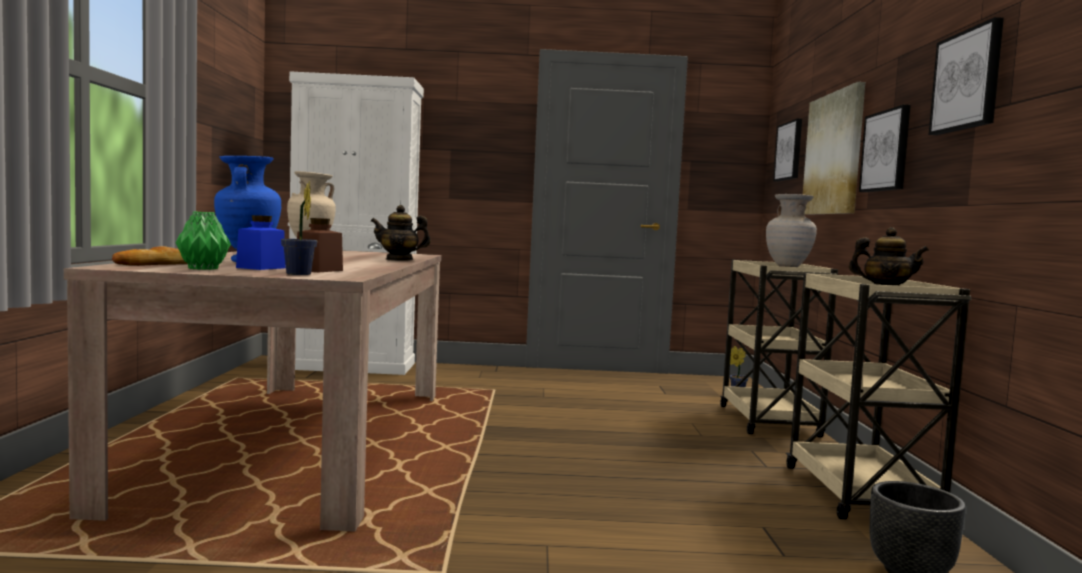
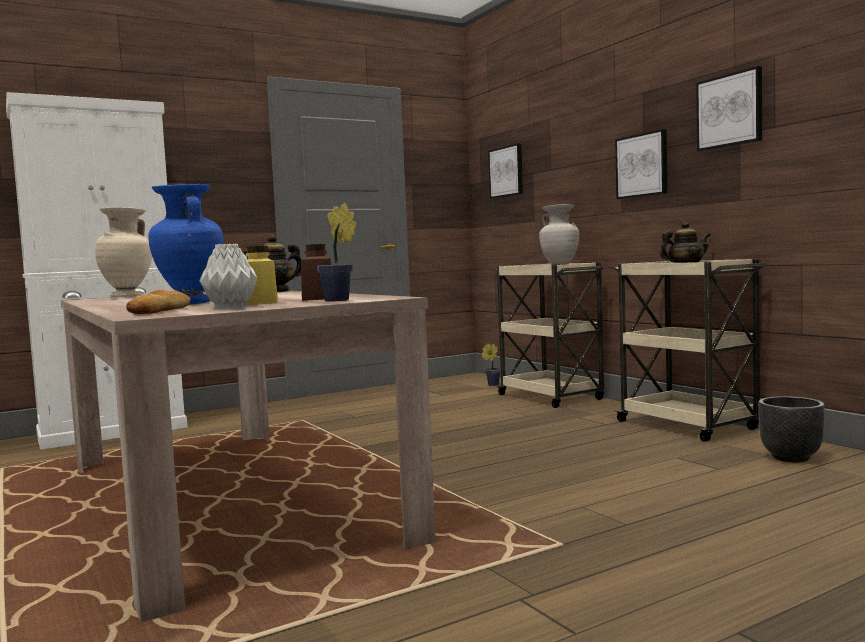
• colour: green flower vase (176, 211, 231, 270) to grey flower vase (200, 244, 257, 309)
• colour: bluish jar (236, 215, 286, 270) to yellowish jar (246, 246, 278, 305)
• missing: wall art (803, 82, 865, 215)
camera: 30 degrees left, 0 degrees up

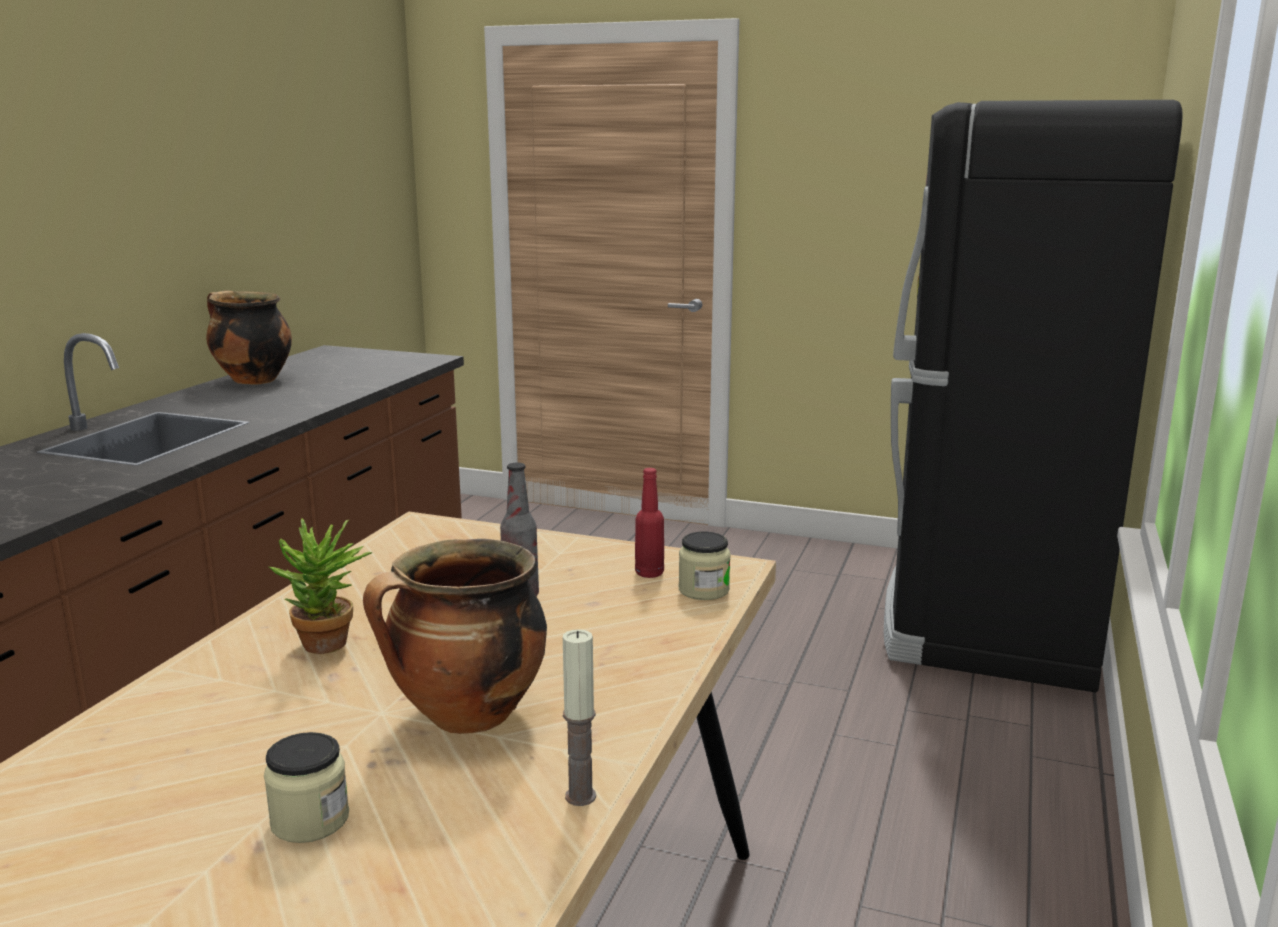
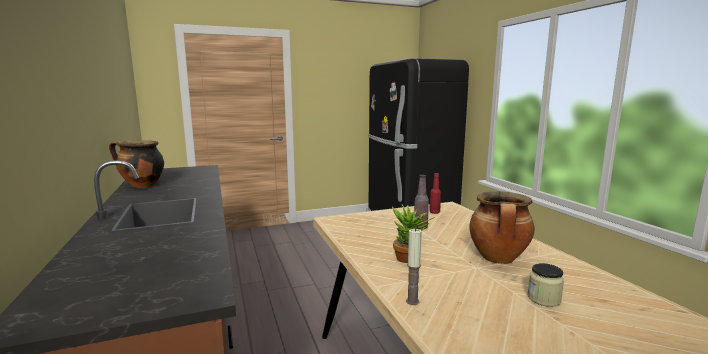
• relocated: wax light (563, 629, 596, 806) to (406, 229, 422, 305)
• missing: jar (679, 532, 731, 600)
camera: 40 degrees left, 5 degrees down

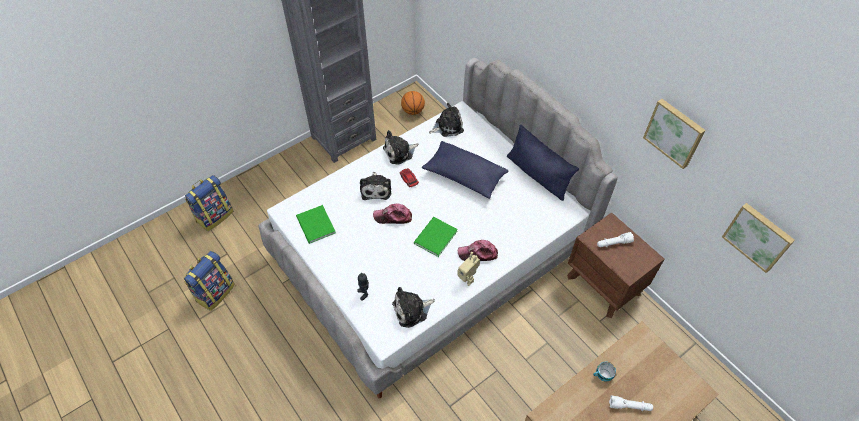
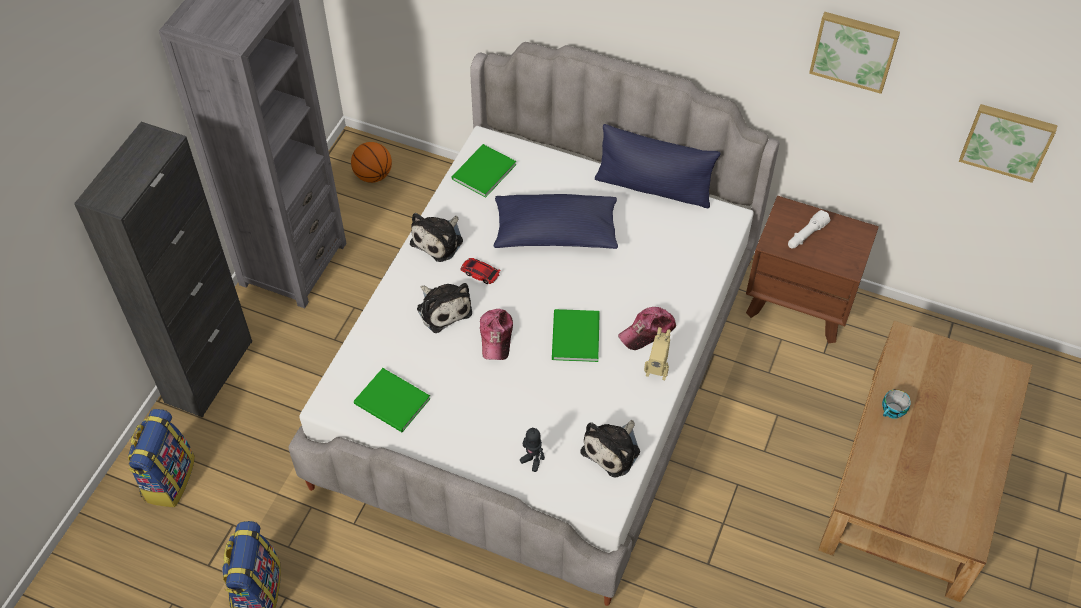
• spun: peaked cap (373, 203, 412, 224) = (480, 309, 513, 360) 60 degrees counterclockwise
• exchanged: plush toy (429, 103, 464, 137) to green volume (451, 144, 516, 198)
• missing: whitish torch (609, 395, 653, 411)
• appeared: black-coloured storage cabinet (74, 122, 252, 418)
camera: 30 degrees left, 0 degrees up

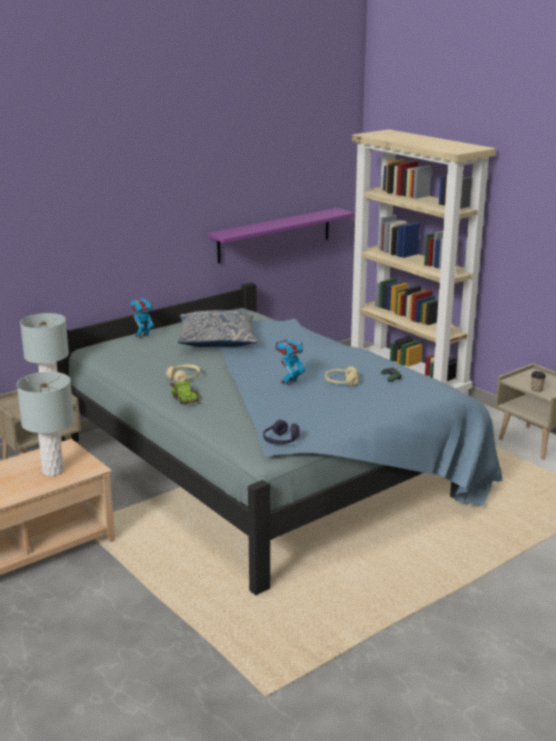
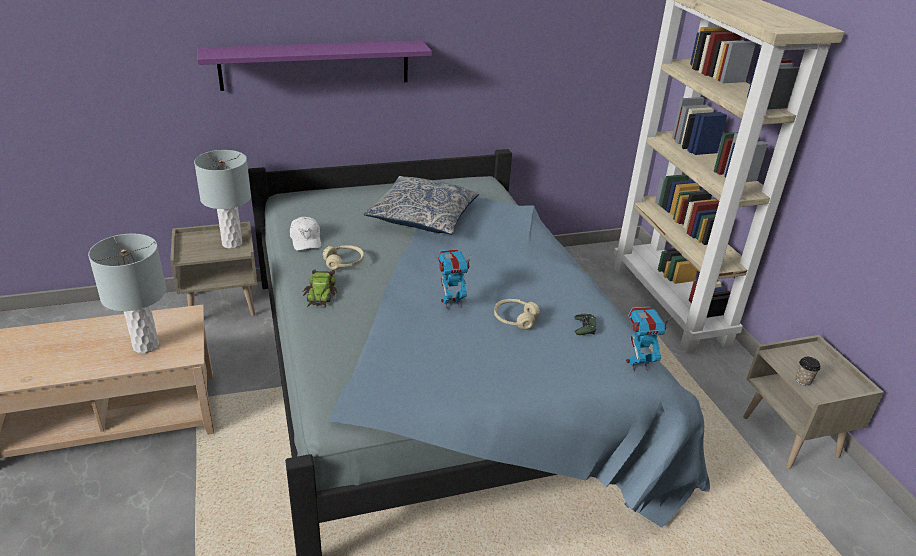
• relocated: robot figure (129, 296, 154, 339) to (626, 307, 672, 372)
• relocated: purple-coloured bracket shelf (207, 208, 355, 263) to (197, 40, 432, 91)
• missing: purple-coloured headset (263, 420, 300, 445)
• appeared: whitish peaked cap (290, 217, 321, 250)
camera: 20 degrees right, 10 degrees up

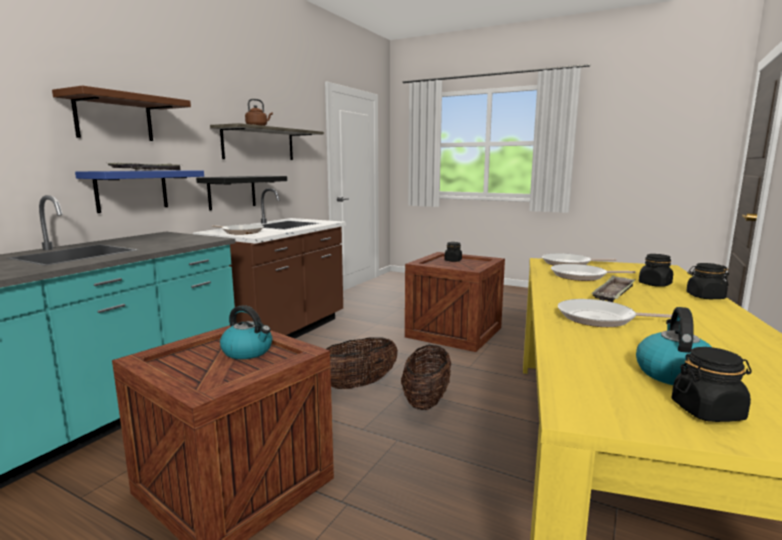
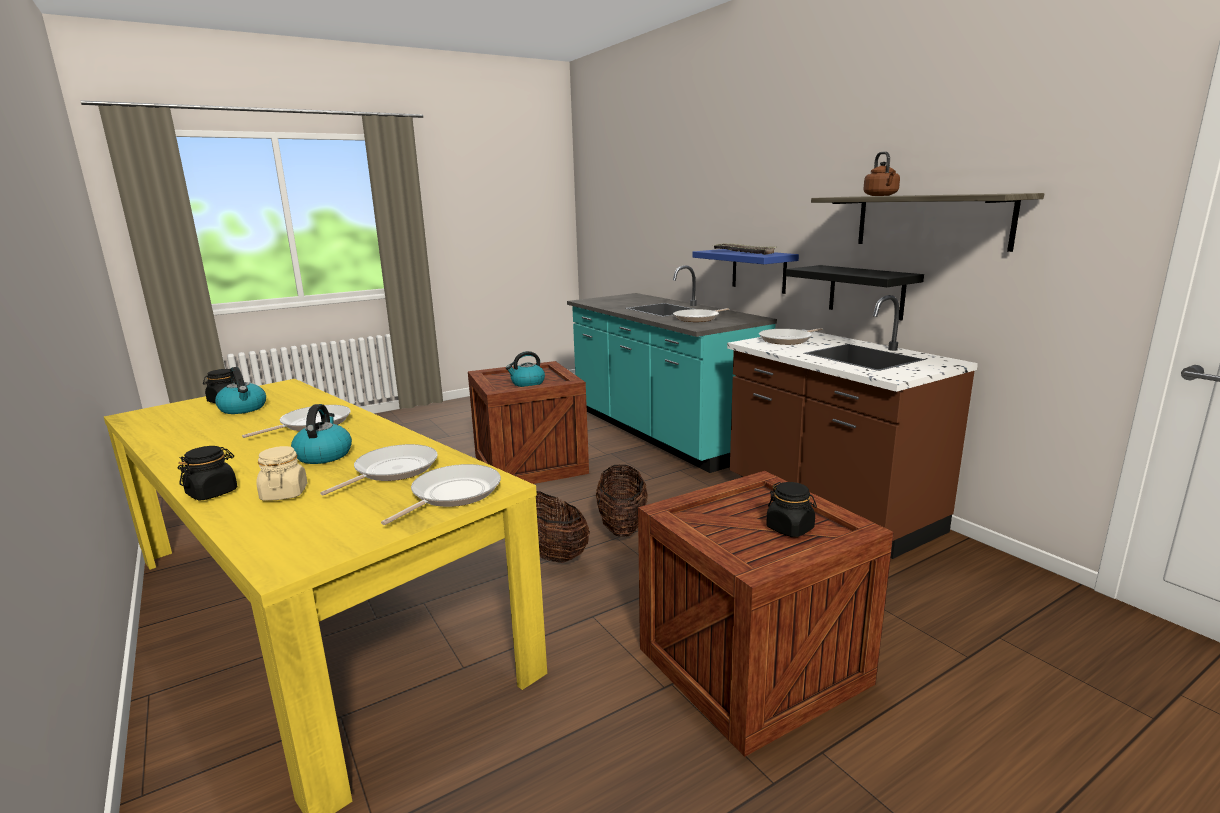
• missing: brownish bracket shelf (52, 86, 191, 141)
• exchanged: carrying tray (591, 275, 635, 302) to water kettle (291, 404, 352, 464)
• colour: black-coloured jar (639, 254, 673, 287) to beige jar (256, 446, 308, 501)
• appeared: pan (673, 308, 729, 322)
camera: 120 degrees right, 5 degrees up

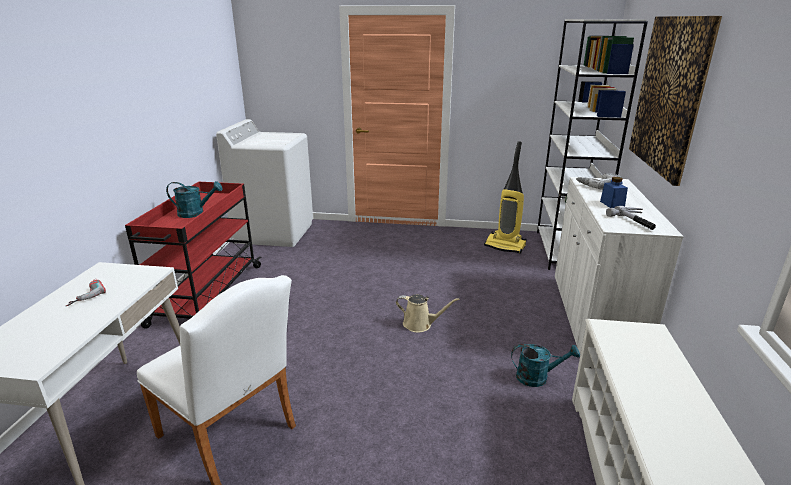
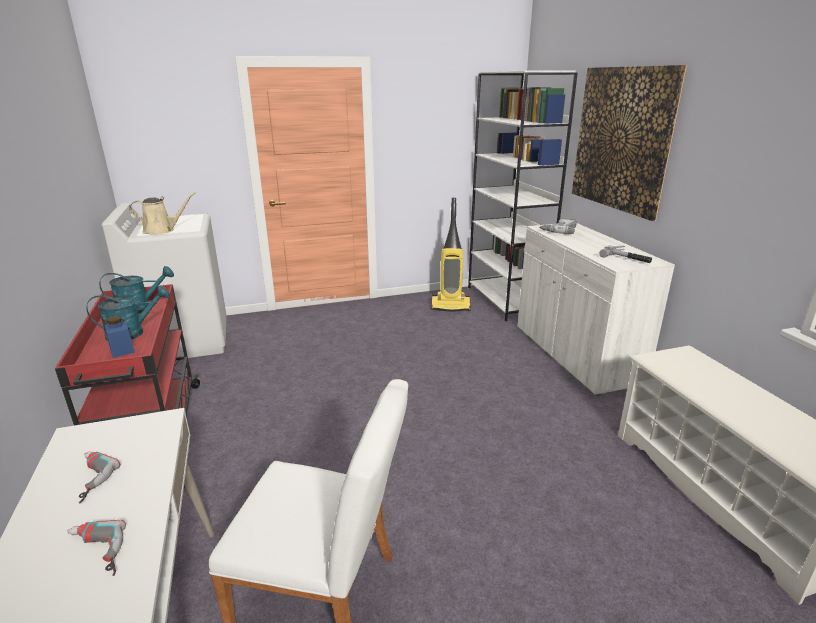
• relocated: beige watering can (396, 294, 459, 332) to (129, 192, 195, 235)
• relocated: turquoise-coloured watering can (511, 344, 580, 387) to (99, 266, 174, 314)
• relocated: bluish jar (600, 177, 628, 208) to (105, 316, 135, 358)
• appeared: electric drill (67, 520, 126, 576)
camera: 25 degrees left, 0 degrees up

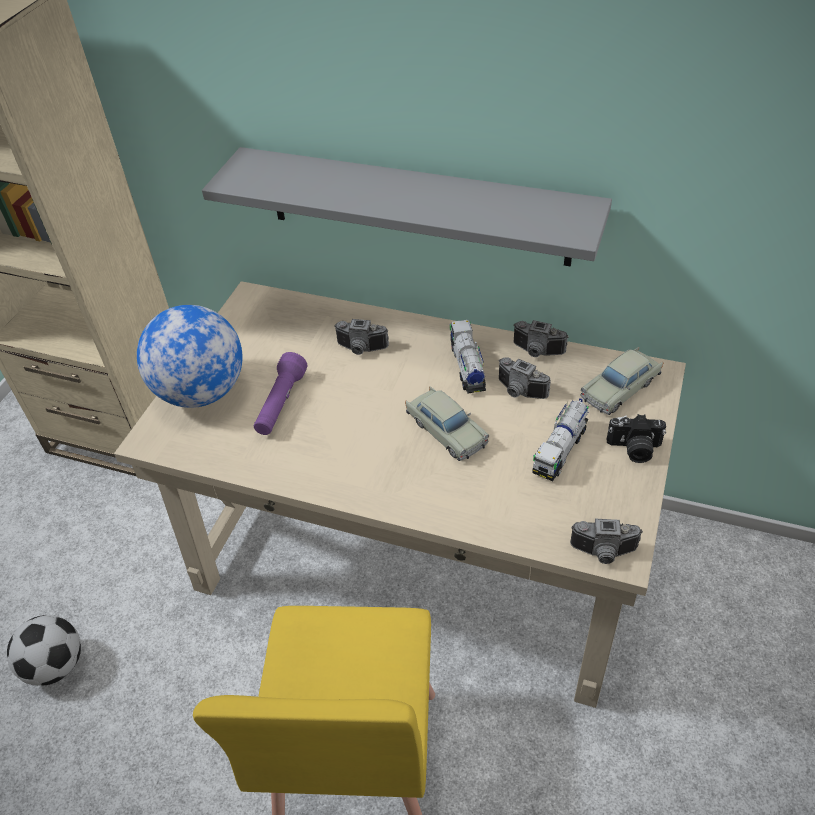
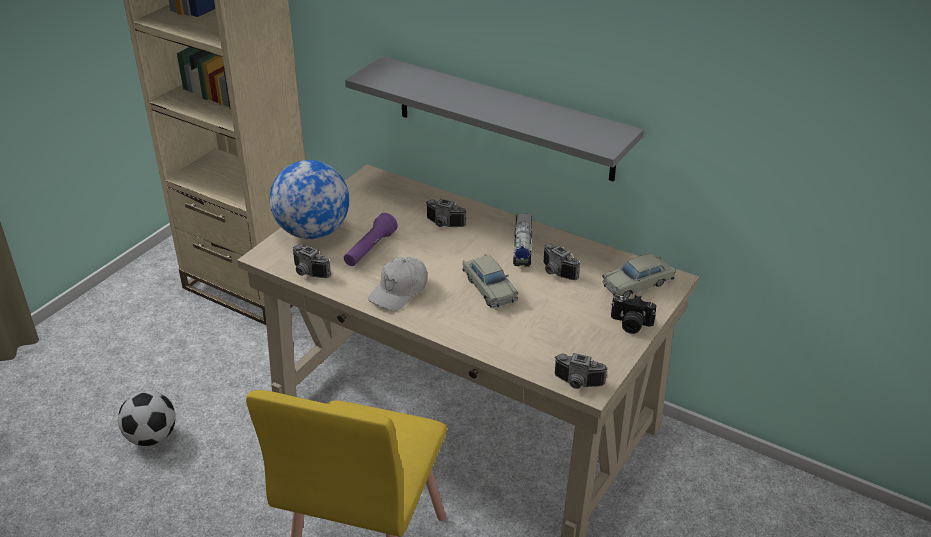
• relocated: still camera (513, 320, 568, 357) to (293, 245, 331, 278)
• missing: model truck (532, 398, 589, 481)
• appeared: whitish peaked cap (368, 257, 427, 311)
camera: 10 degrees right, 10 degrees down

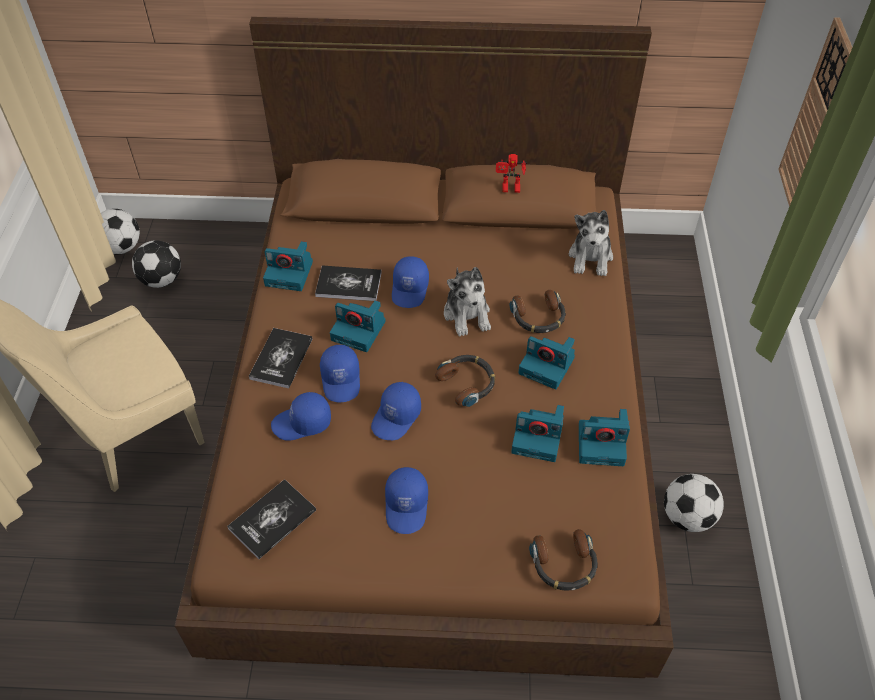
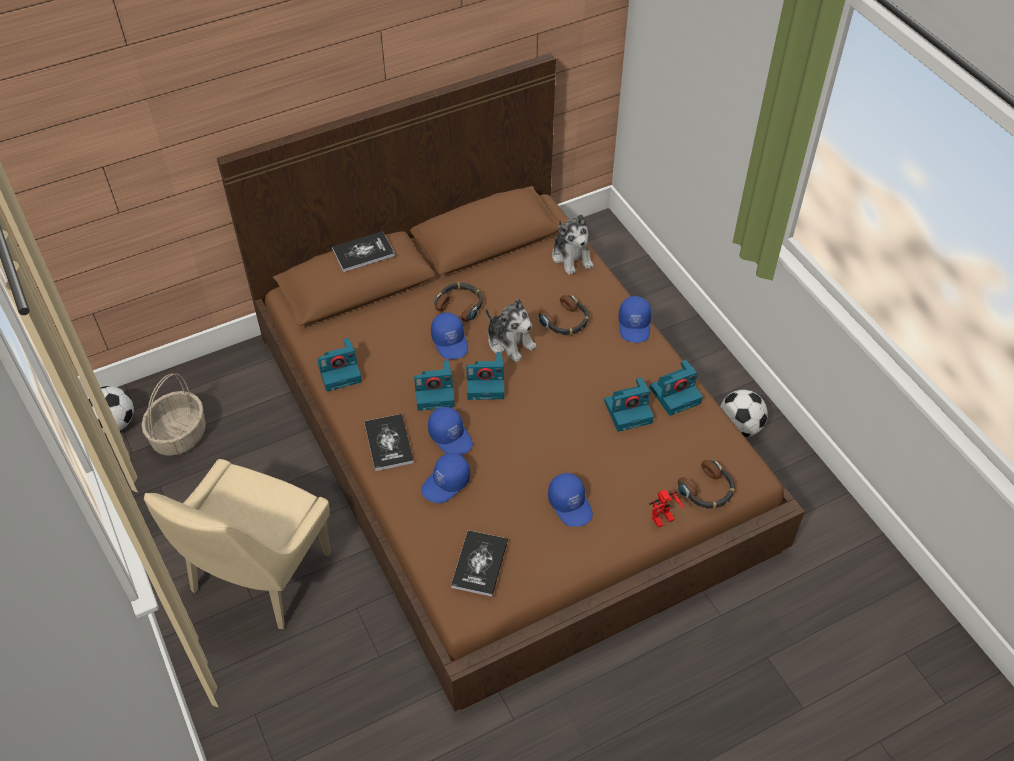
• exchanged: ball for football (132, 240, 181, 288) to storage basket (141, 373, 206, 456)
• relocated: volume (315, 265, 382, 301) to (332, 231, 395, 272)
• relocated: bluish peaked cap (371, 382, 421, 440) to (619, 296, 651, 343)
• relocated: headset (435, 355, 495, 407) to (434, 282, 483, 321)
• relocated: robot figure (496, 154, 527, 193) to (649, 490, 684, 528)
• relocated: still camera (518, 336, 575, 389) to (466, 352, 504, 400)
• missing: hanging clock (778, 17, 852, 206)
camera: 30 degrees left, 0 degrees up

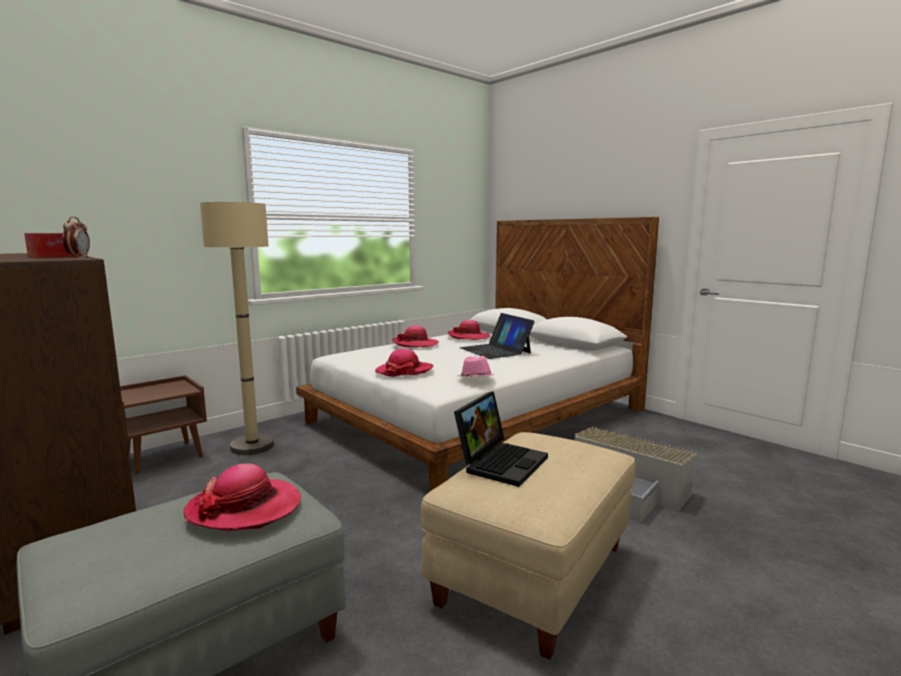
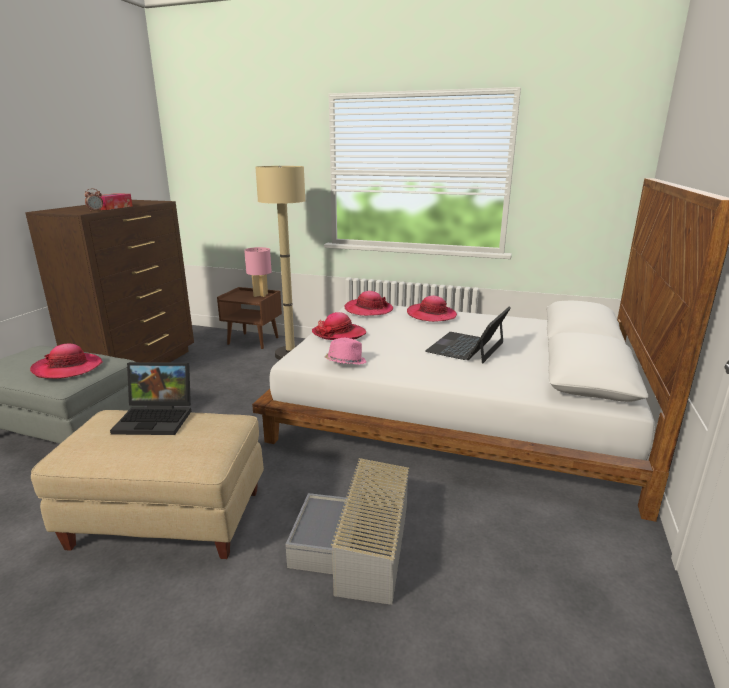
• relocated: wearable hat (447, 320, 491, 340) to (344, 291, 393, 316)
• appeared: pinkish lamp for a table (244, 247, 272, 297)
camera: 60 degrees right, 10 degrees up

